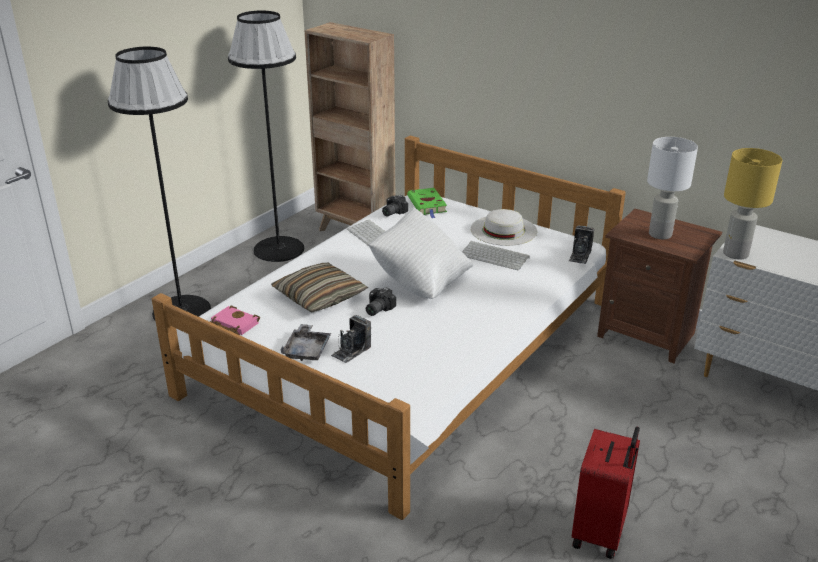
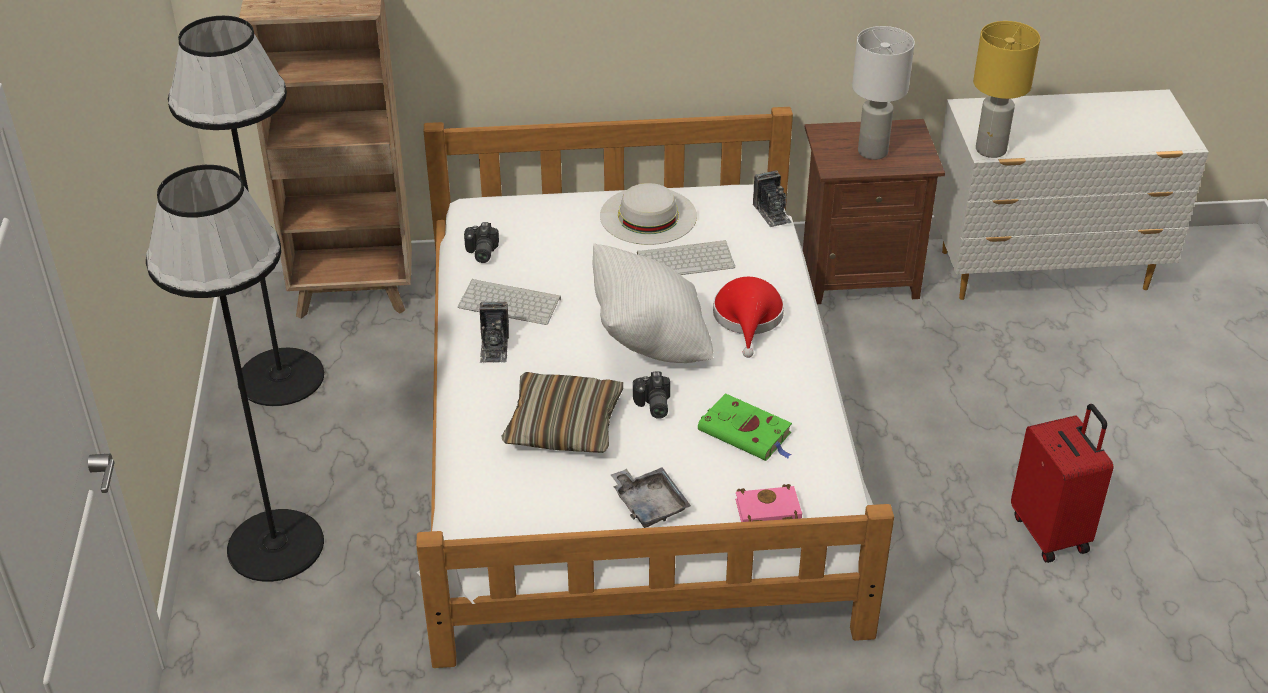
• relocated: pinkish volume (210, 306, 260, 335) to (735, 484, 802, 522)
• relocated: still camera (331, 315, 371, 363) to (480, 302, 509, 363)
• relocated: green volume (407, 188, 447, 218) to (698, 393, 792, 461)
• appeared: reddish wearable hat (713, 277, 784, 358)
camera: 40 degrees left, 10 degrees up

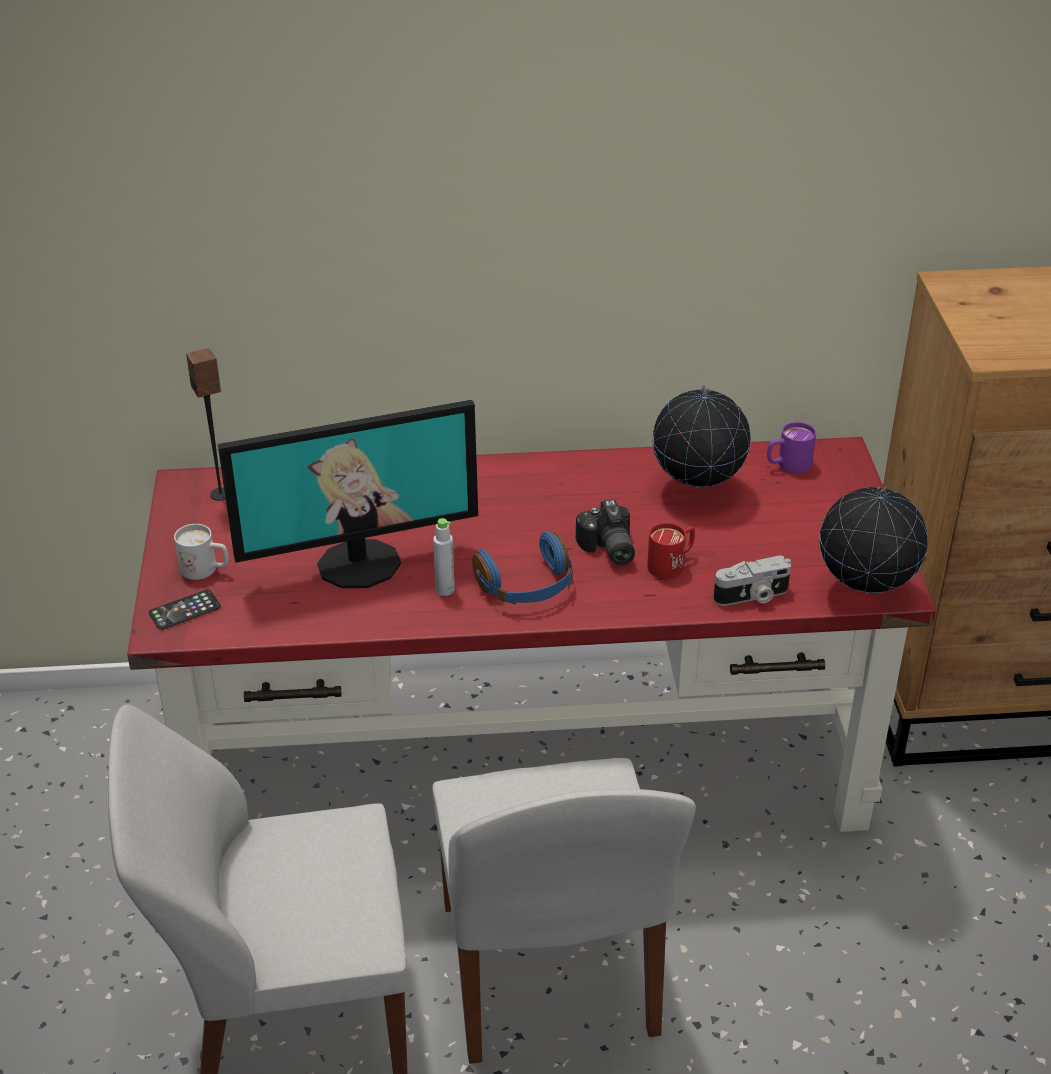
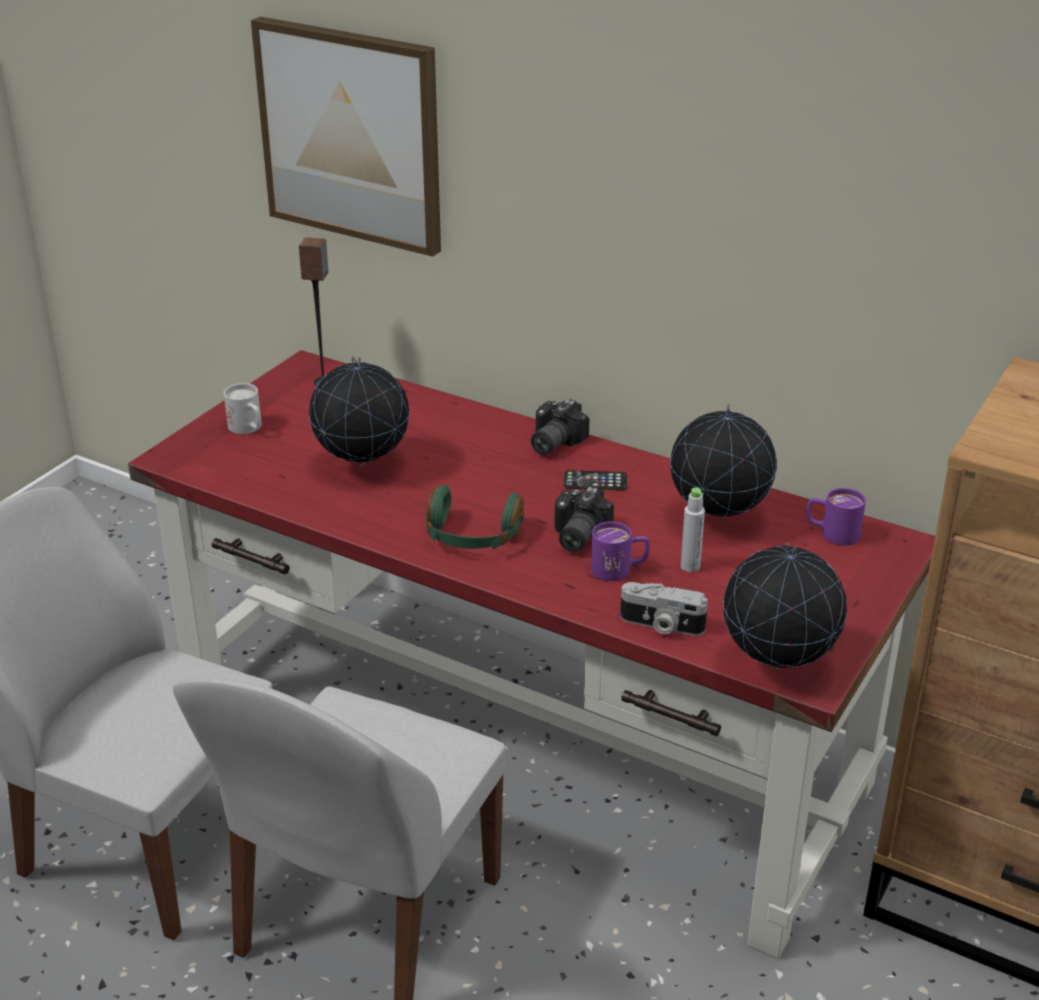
• relocated: phone (149, 589, 221, 630) to (564, 470, 627, 490)
• exchanged: computer display (218, 400, 478, 588) to world globe (308, 356, 410, 467)
• relocated: grey bottle (433, 518, 455, 596) to (680, 488, 705, 572)
• colour: bluish headset (472, 532, 573, 605) to green headset (426, 485, 524, 549)
• colour: reddish mug (647, 523, 695, 579) to purple-coloured mug (591, 521, 650, 581)
• appeared: wall art (251, 17, 441, 257)
• appeared: still camera (531, 399, 590, 455)
camera: 35 degrees right, 5 degrees down

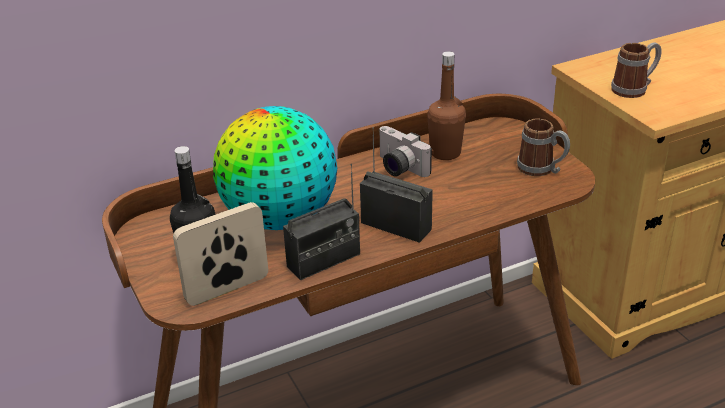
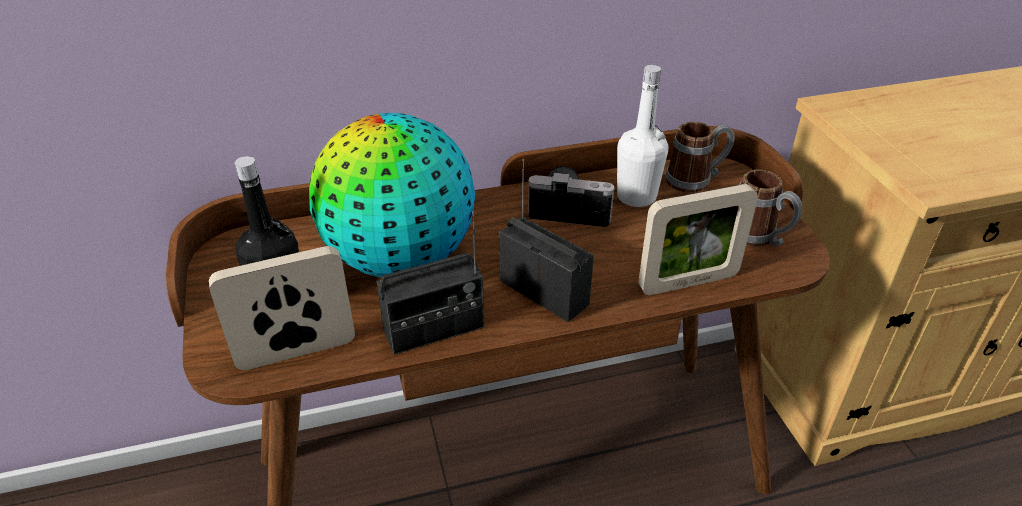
• spun: still camera (378, 126, 432, 177) = (528, 166, 616, 227) 135 degrees clockwise
• colour: brownish bottle (427, 51, 466, 160) to whitish bottle (617, 65, 668, 207)
• relocated: mug (611, 42, 662, 98) to (666, 122, 735, 193)
• appeared: photo frame (638, 184, 758, 295)
camera: 10 degrees right, 5 degrees up

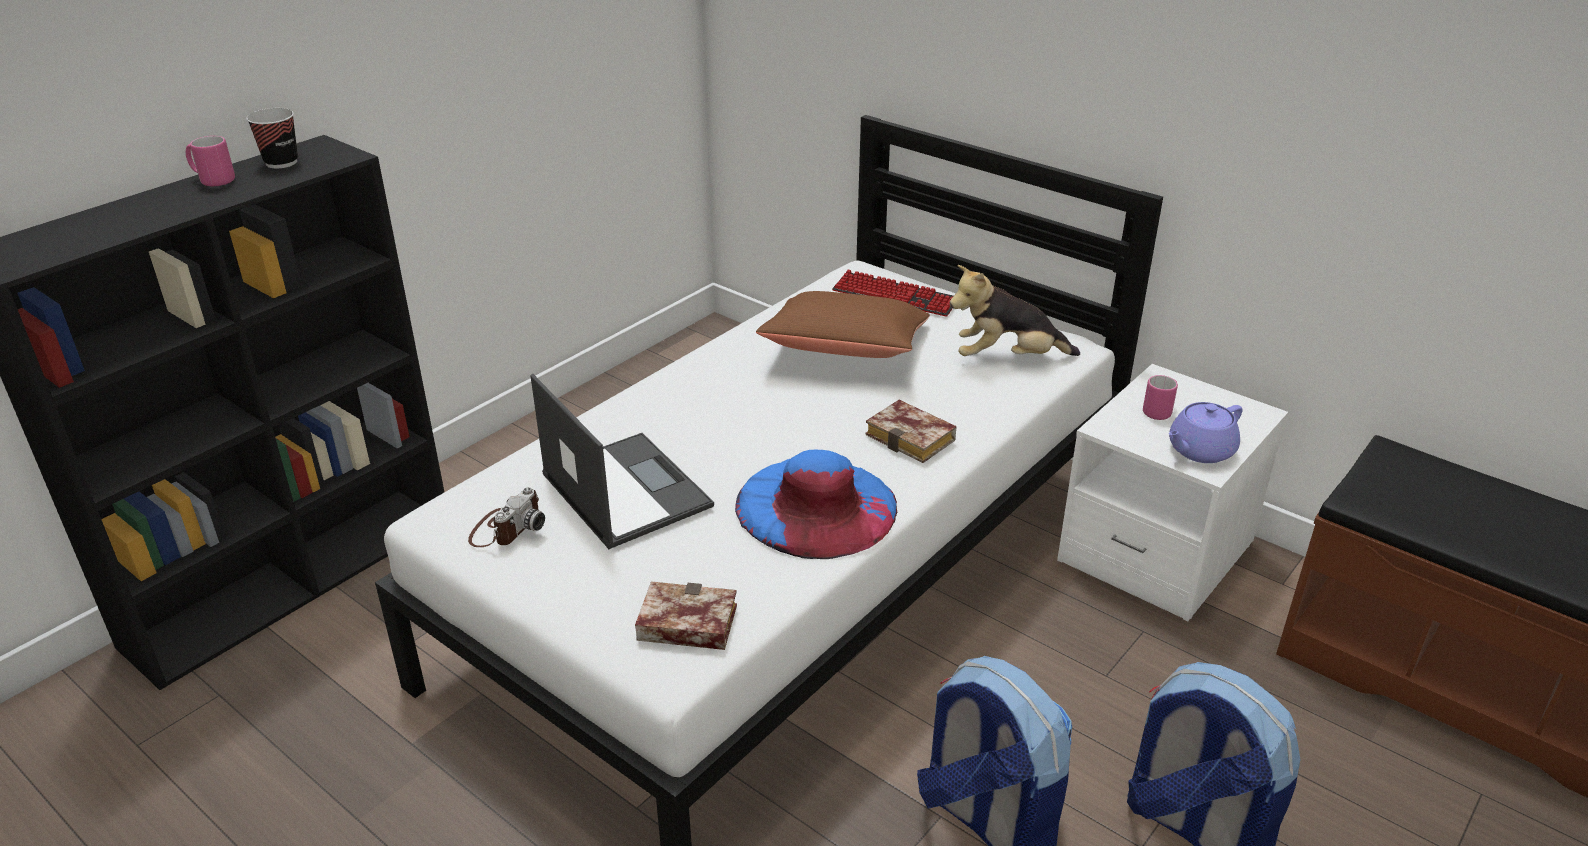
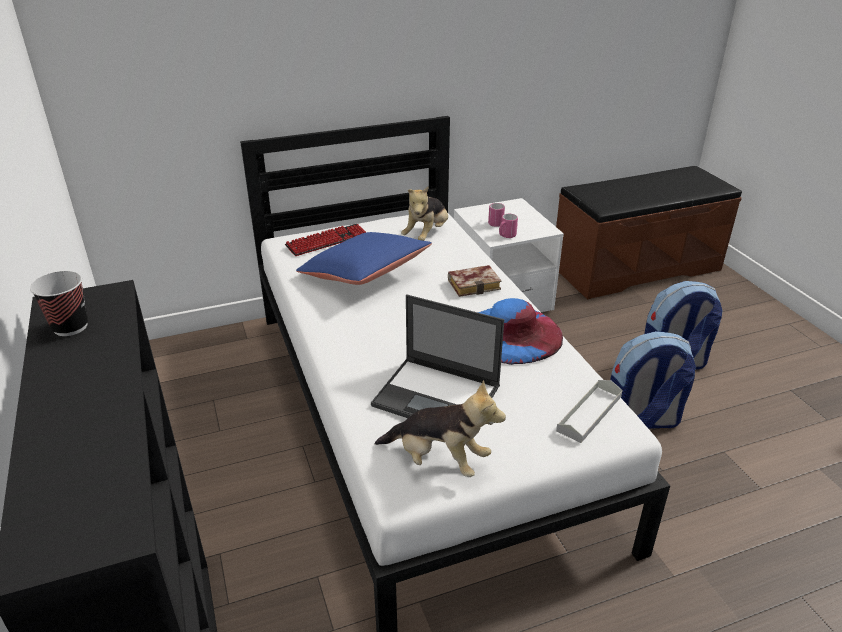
• relocated: pinkish mug (186, 136, 235, 186) to (499, 214, 518, 238)
• exchanged: still camera (468, 487, 545, 547) to plush toy (374, 380, 506, 477)
• spun: notebook computer (530, 374, 714, 549) = (371, 295, 504, 418) 150 degrees counterclockwise
• exchanged: volume (635, 582, 737, 650) to grey carrying tray (556, 380, 623, 443)
• colour: brownish cushion (756, 291, 930, 358) to bluish cushion (296, 232, 432, 285)
• missing: purple-coloured pot for tea (1169, 402, 1243, 463)
camera: 60 degrees left, 0 degrees up

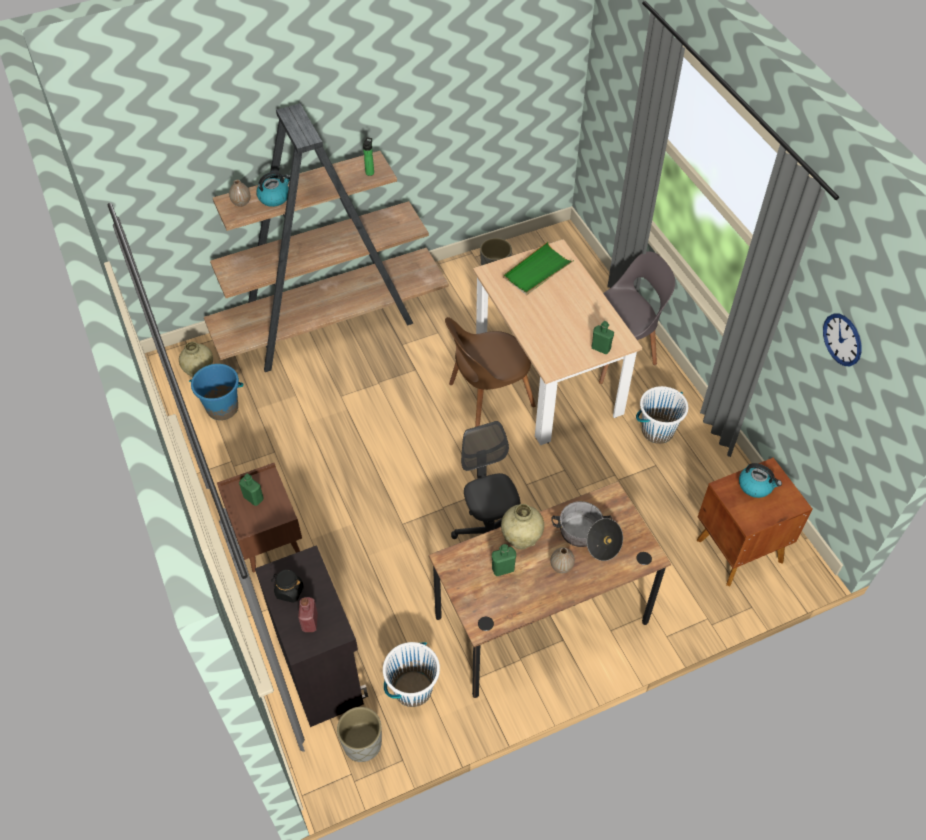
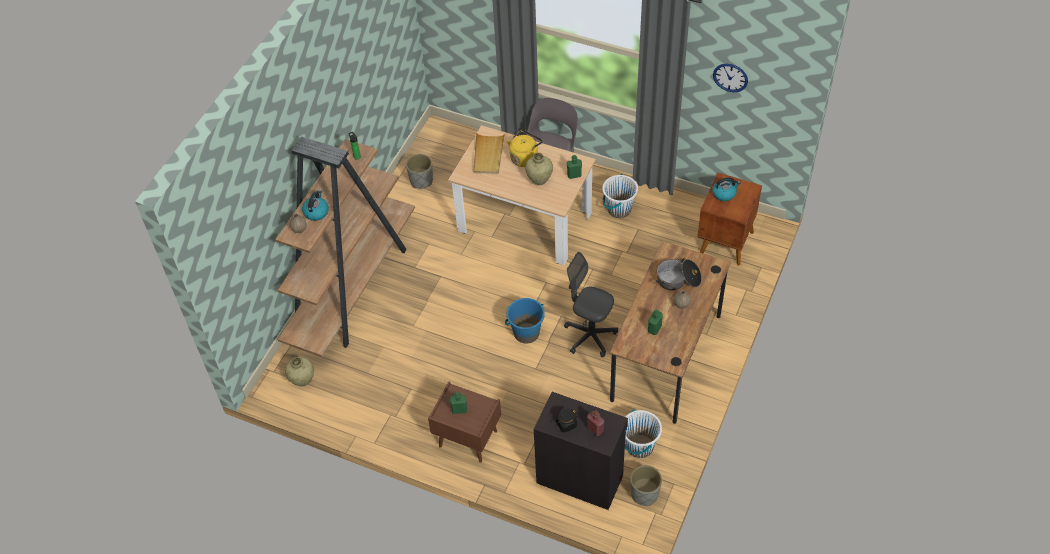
• relocated: bluish bucket (189, 364, 243, 420) to (505, 298, 545, 344)
• missing: brownish plain chair (445, 317, 536, 427)
• relocated: beige flower vase (501, 504, 544, 549) to (525, 153, 553, 185)
• colour: green carrying tray (503, 241, 574, 295) to beige carrying tray (473, 133, 505, 174)
• appeared: yellowish water kettle (507, 130, 543, 167)
camera: 40 degrees left, 0 degrees up

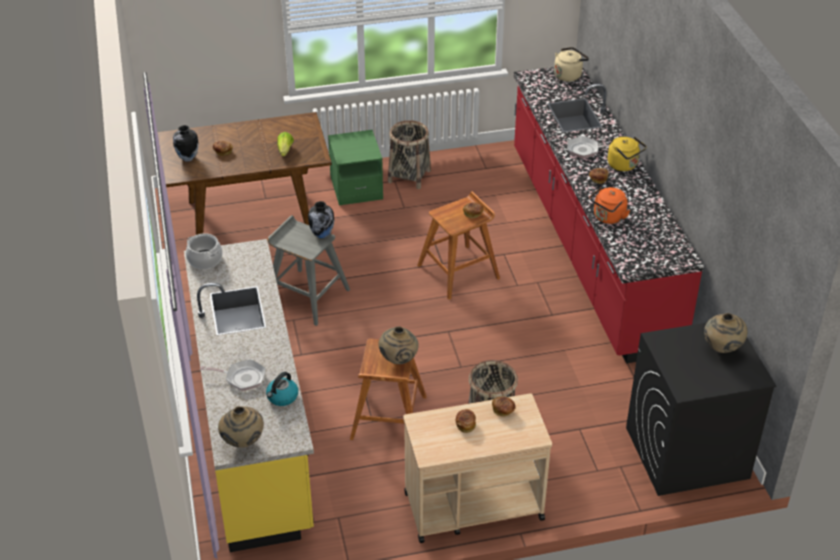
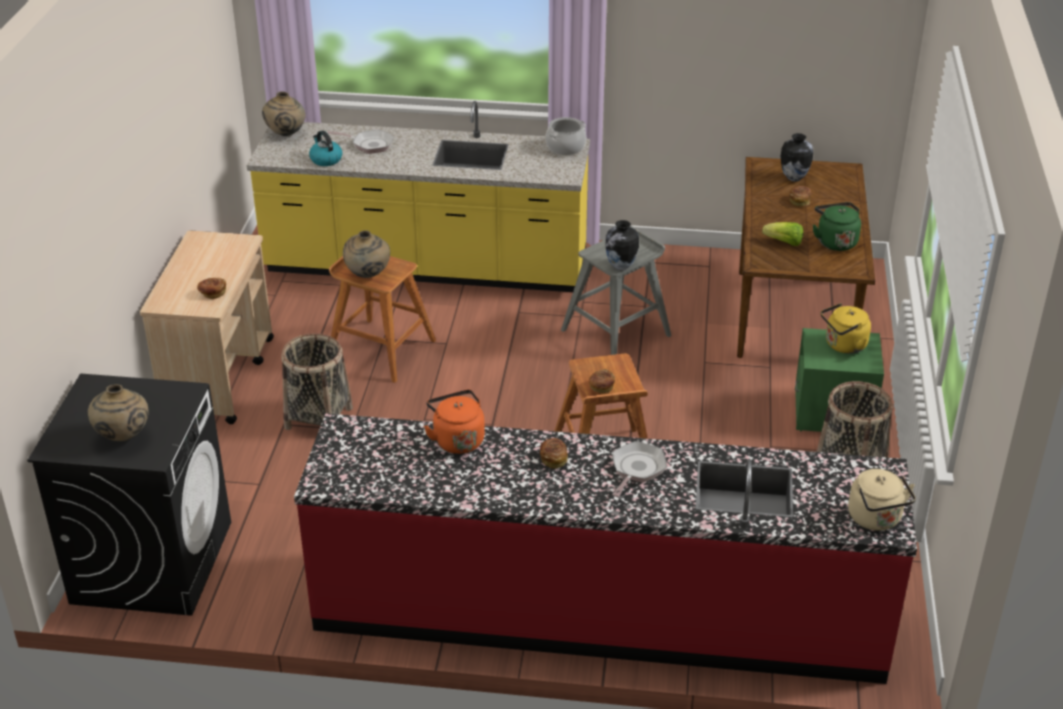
• spun: pan (200, 359, 266, 391) = (328, 130, 394, 154) 105 degrees counterclockwise
• missing: baked bread (456, 409, 476, 433)
• relocated: yellowish water kettle (608, 137, 647, 171) to (821, 303, 871, 354)
• appeared: green water kettle (813, 202, 861, 251)
camera: 110 degrees right, 5 degrees down

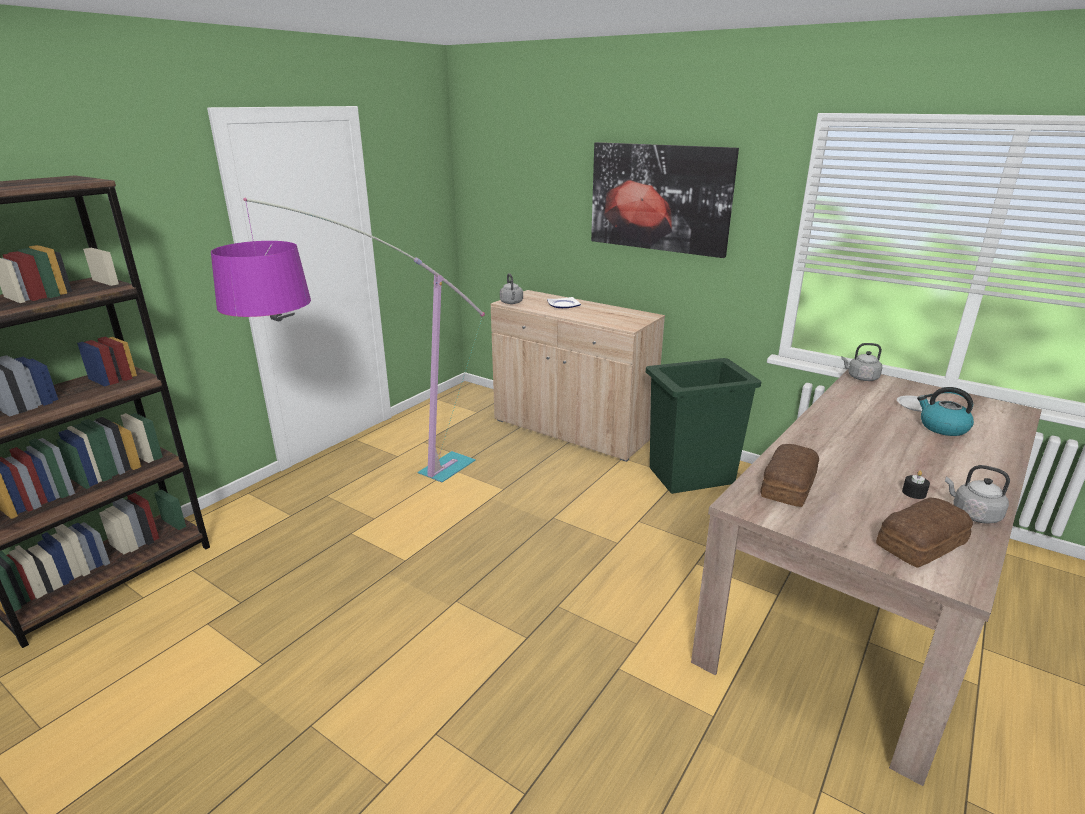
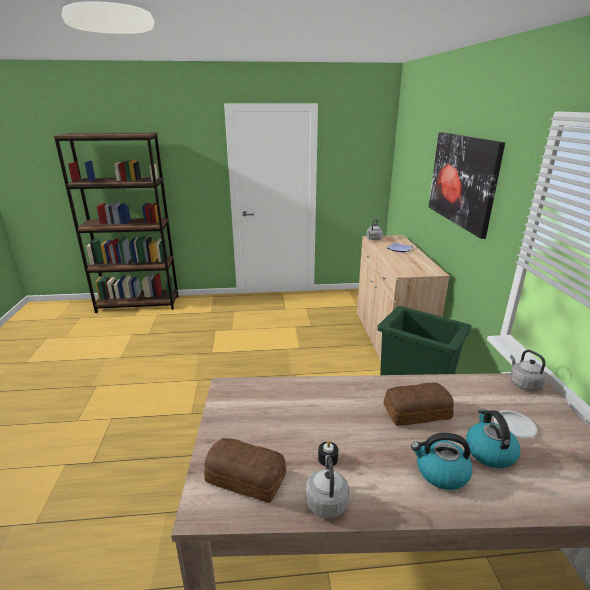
• missing: floor lamp (211, 198, 485, 482)
• relocated: baked bread (760, 444, 819, 507) to (384, 382, 454, 426)
• appeared: water kettle (411, 433, 473, 490)
camera: 50 degrees right, 0 degrees up

